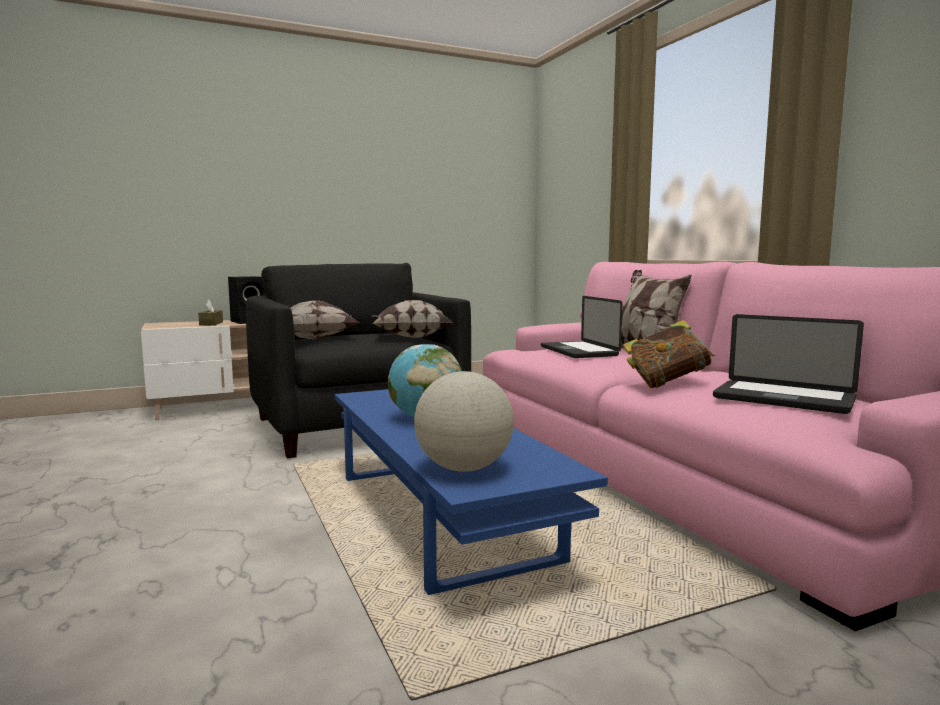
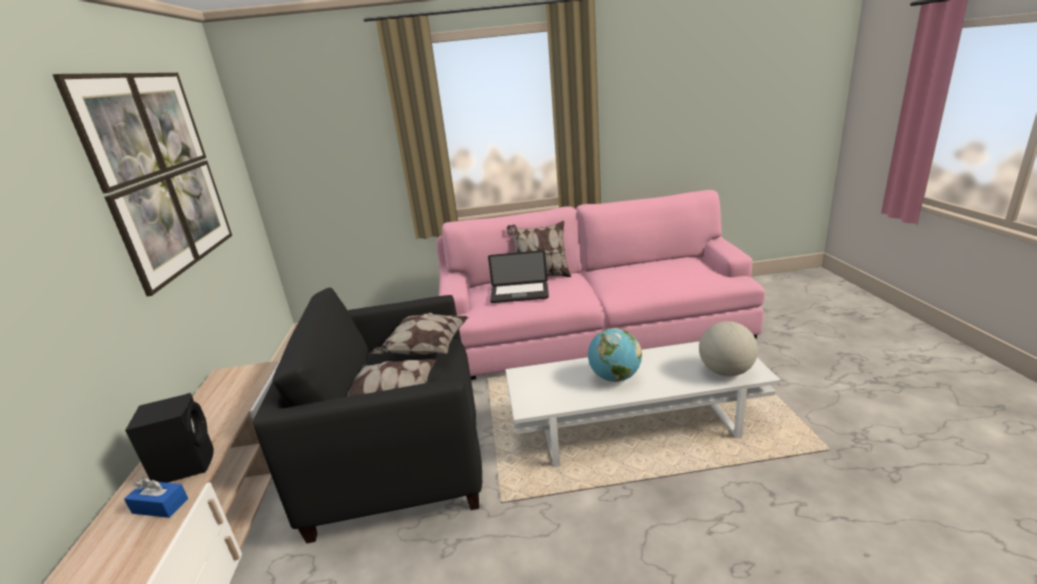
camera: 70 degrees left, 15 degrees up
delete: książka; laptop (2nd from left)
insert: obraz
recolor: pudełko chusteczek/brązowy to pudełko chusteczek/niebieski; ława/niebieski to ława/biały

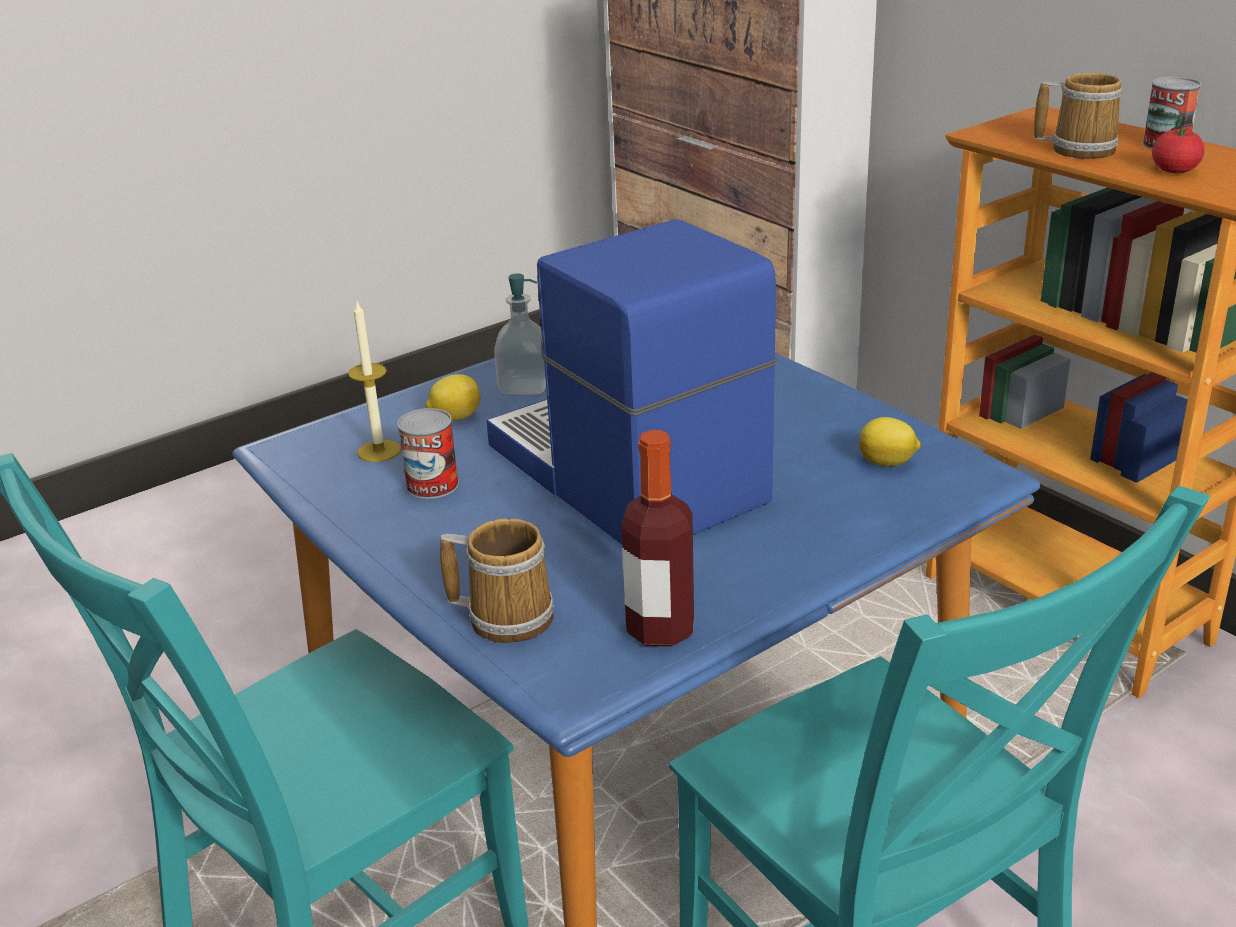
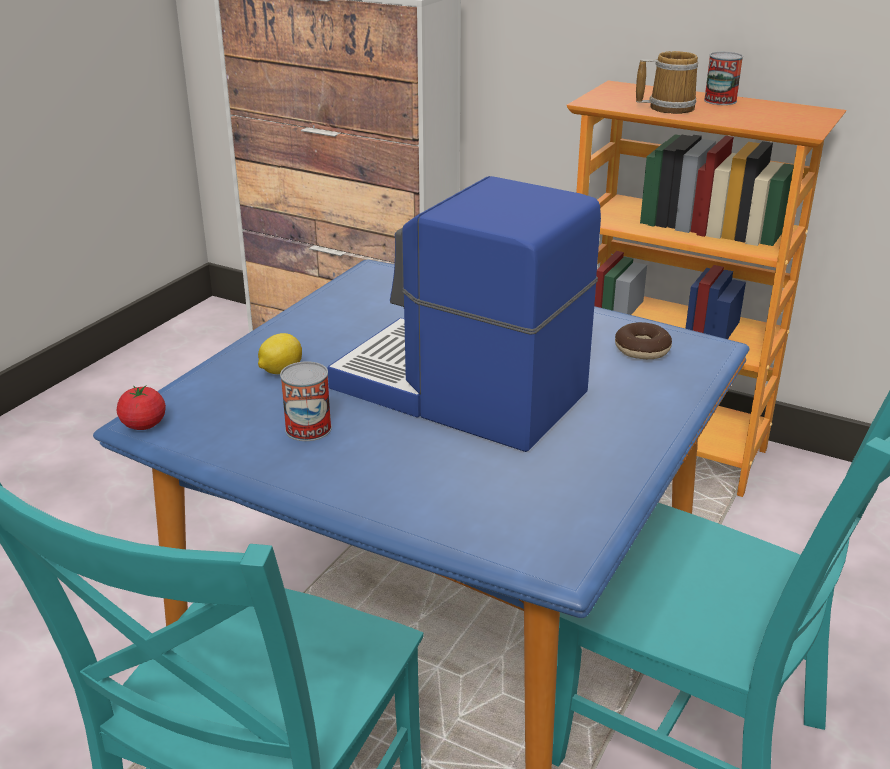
camera: 25 degrees left, 0 degrees up
delete: świeca; kubek (1st from left); dozownik mydła; butelka
move: pomidor
replace: cytryna (2nd from left) to donut

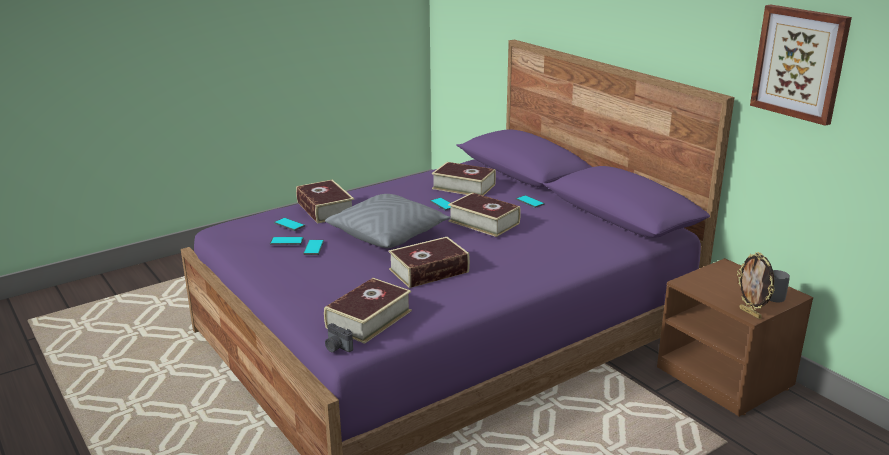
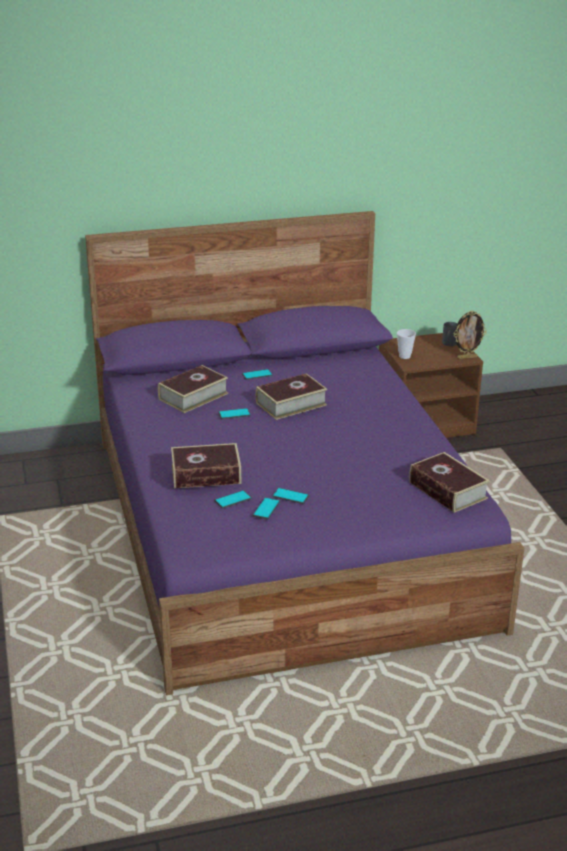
camera: 70 degrees left, 5 degrees up
delete: poduszka/szary; aparat fotograficzny; książka (3rd from left); obraz
insert: filiżanka

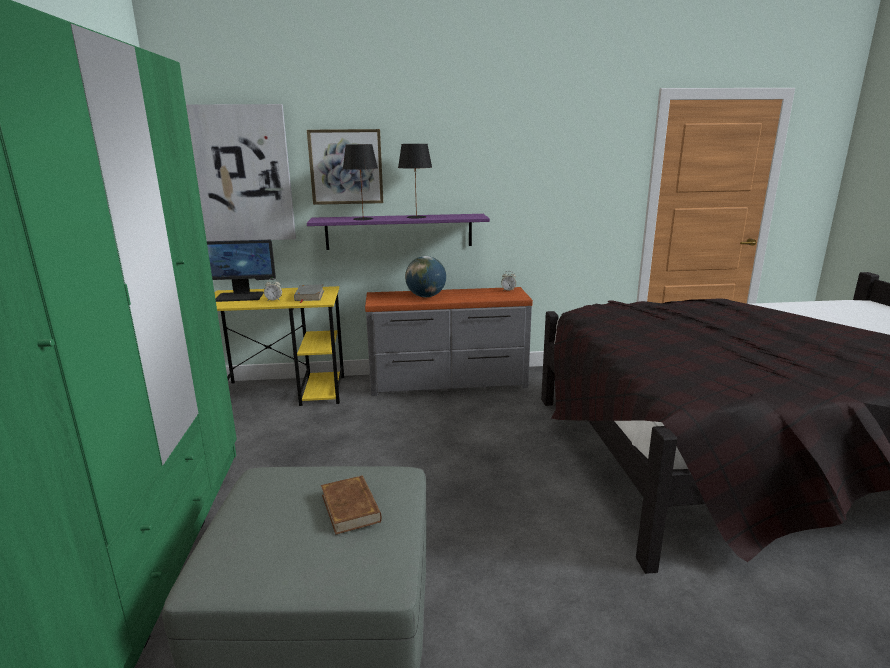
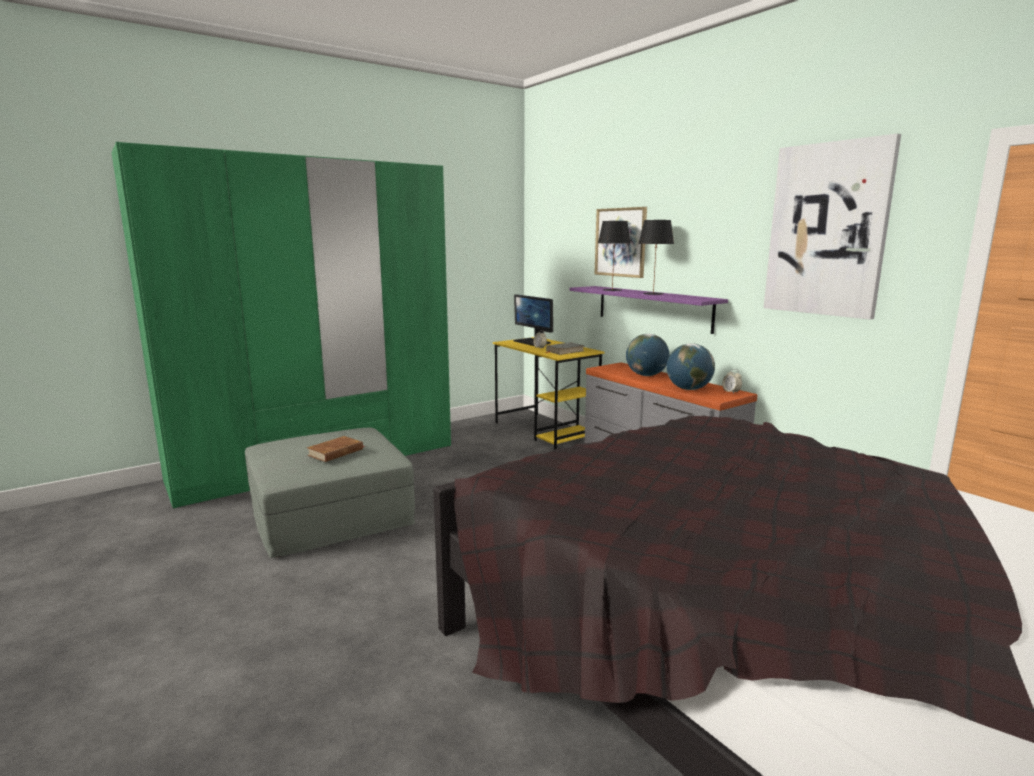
camera: 60 degrees right, 5 degrees down
insert: globus (2nd from left)
move: obraz (1st from left in the first image) to obraz (2nd from left)

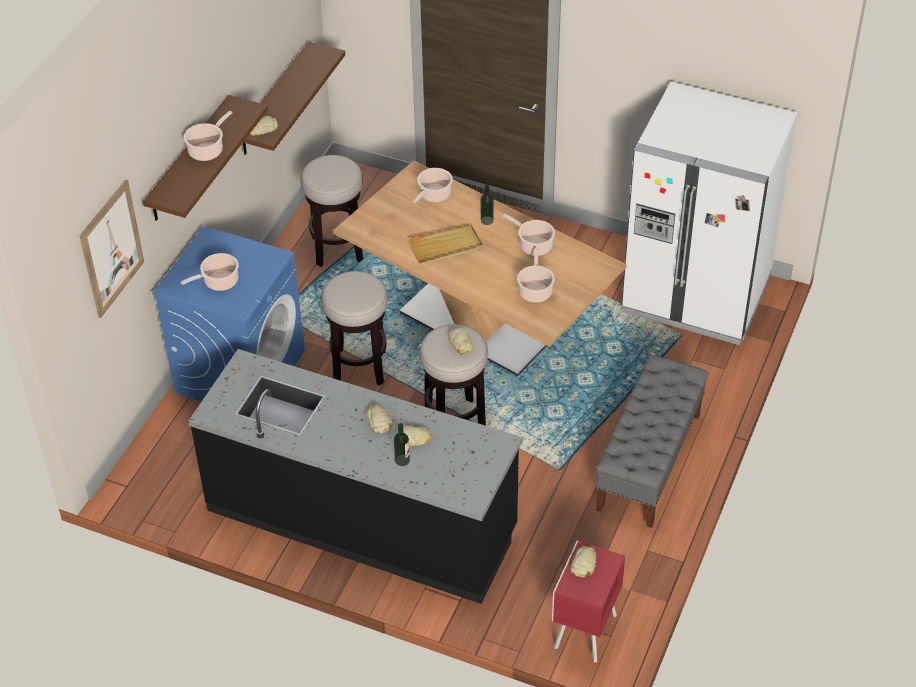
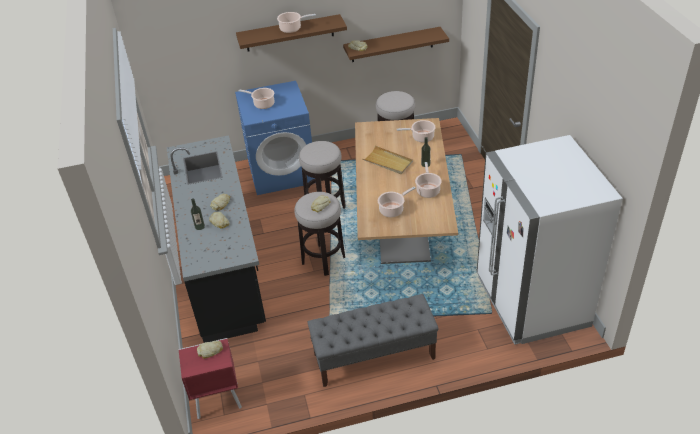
camera: 55 degrees right, 5 degrees down
delete: obraz

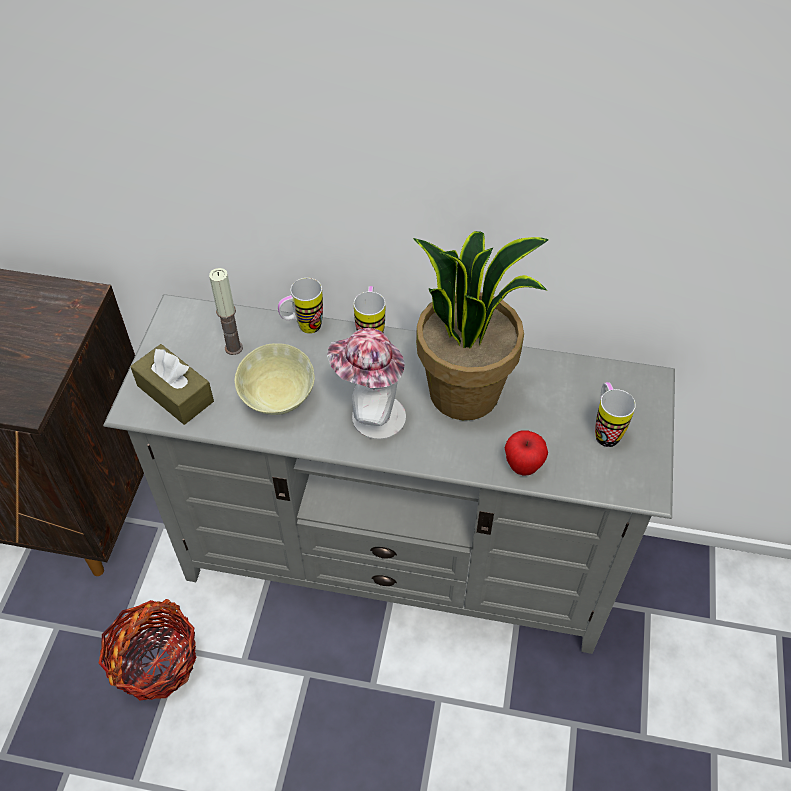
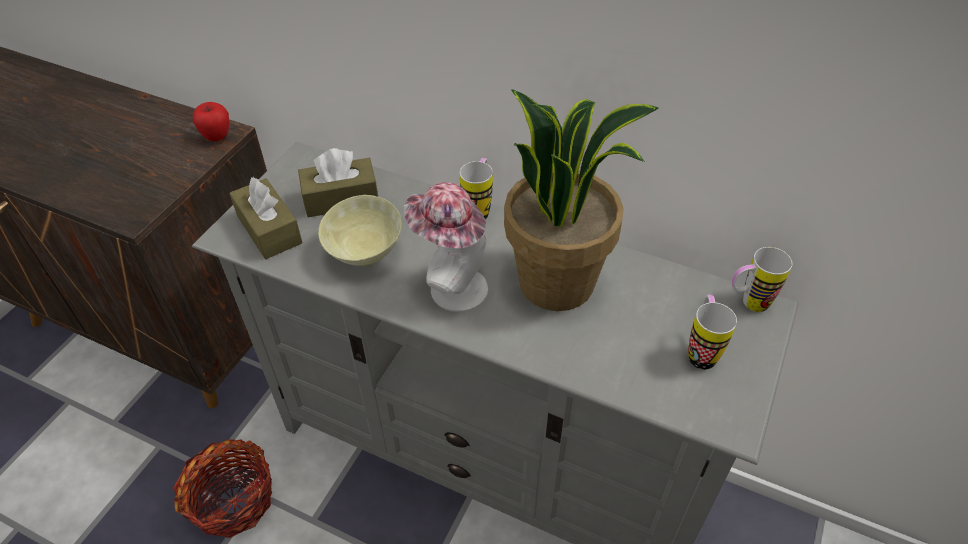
camera: 15 degrees right, 5 degrees down
move: kubek (1st from left in the first image) to kubek (3rd from left); jabłko
replace: świeca to pudełko chusteczek/brązowy (2nd from left)

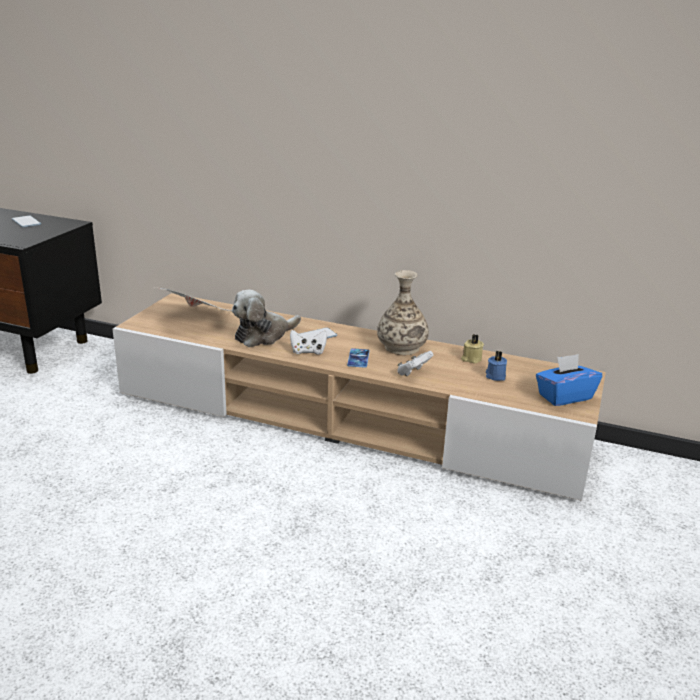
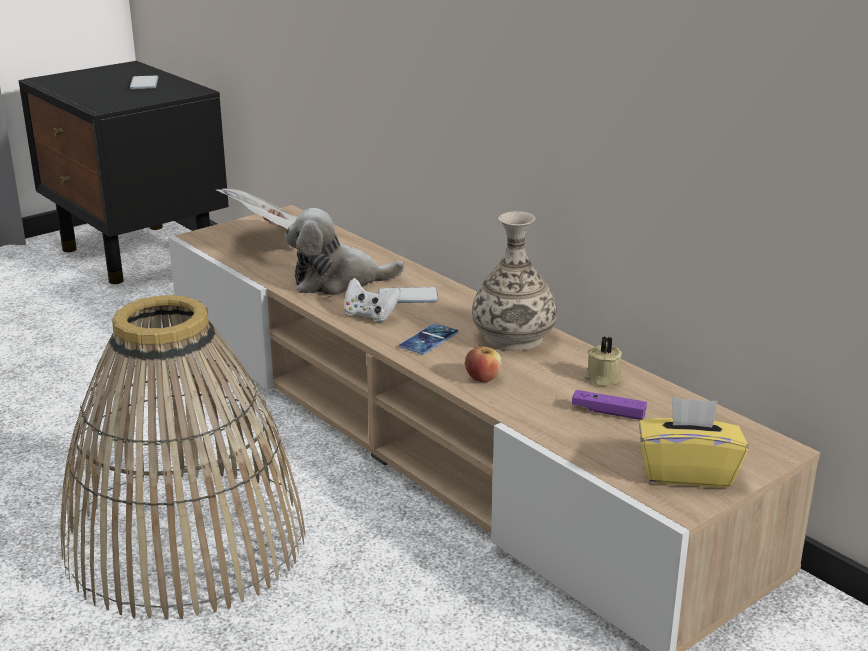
camera: 30 degrees right, 0 degrees up
insert: koszyk
replace: pad do gier/biały (2nd from left) to jabłko; świeca/niebieski to pad do gier/fioletowy
recolor: pudełko chusteczek/niebieski to pudełko chusteczek/żółty

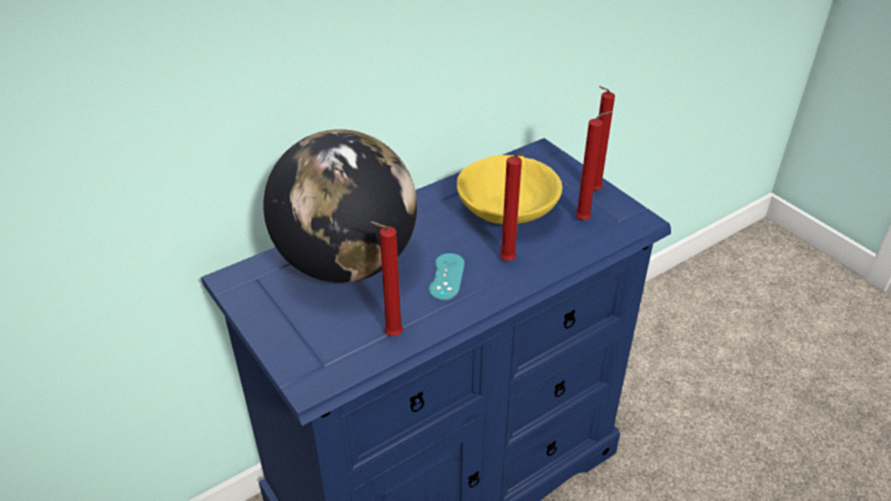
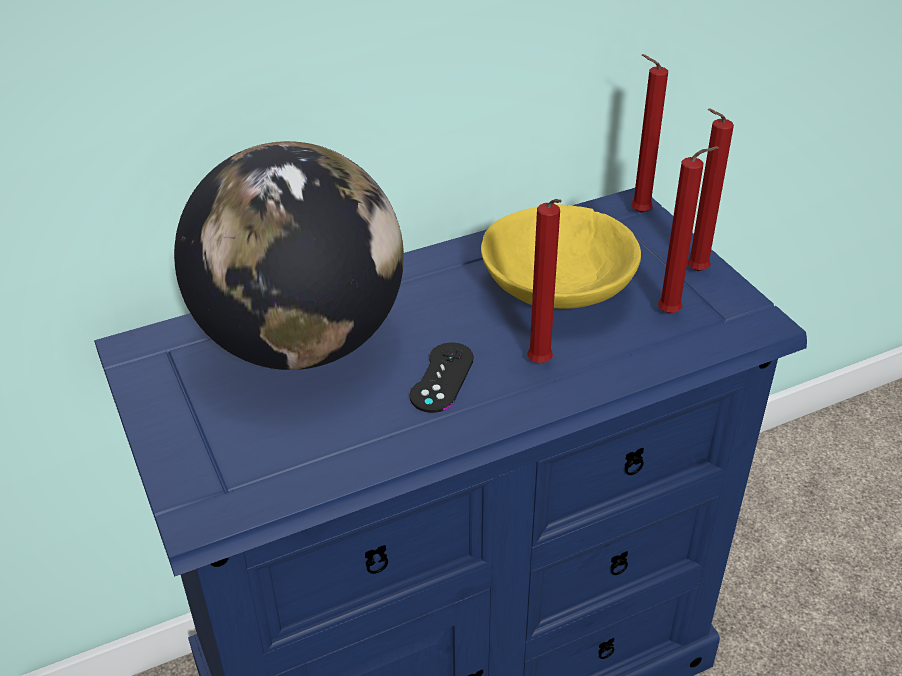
camera: 10 degrees right, 0 degrees up
move: świeca/czerwony (1st from left in the first image) to świeca/czerwony (2nd from left)
recolor: pad do gier/turkusowy to pad do gier/czarny

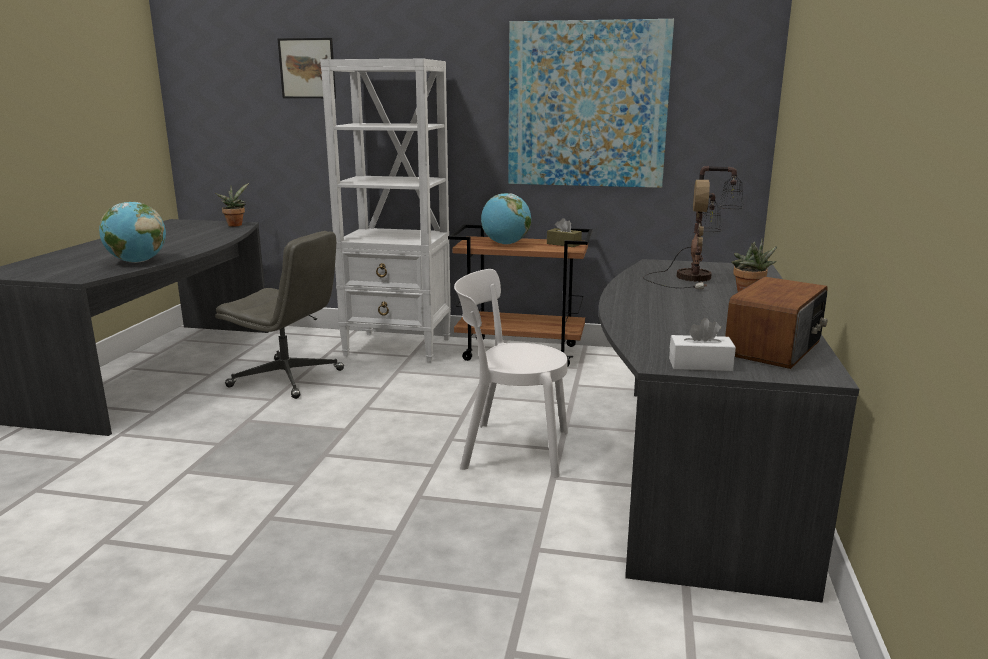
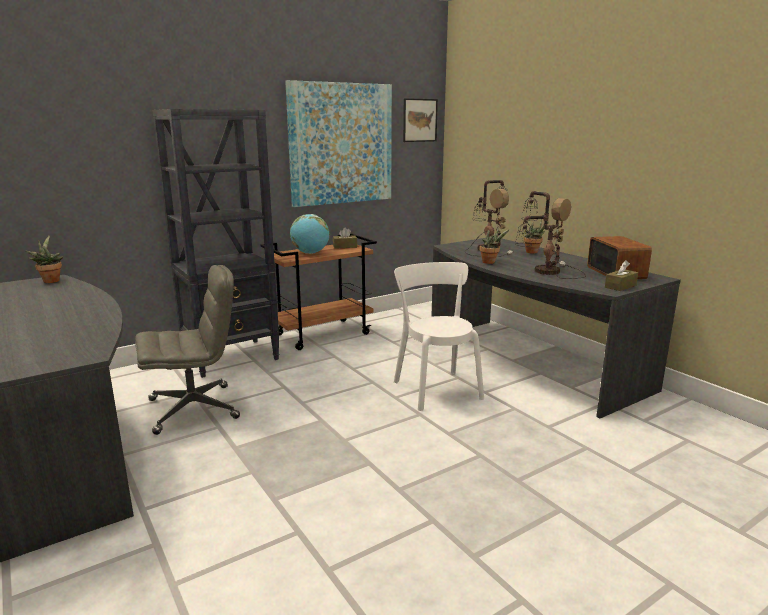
camera: 45 degrees left, 0 degrees up
delete: globus (1st from left)
insert: roślina doniczkowa (2nd from left); lampa stołowa (2nd from left)
move: obraz (1st from left in the first image) to obraz (2nd from left)
recolor: regał/biały to regał/czarny; pudełko chusteczek/biały to pudełko chusteczek/brązowy (2nd from left)
rotate: krzesło/biały 105 degrees clockwise

